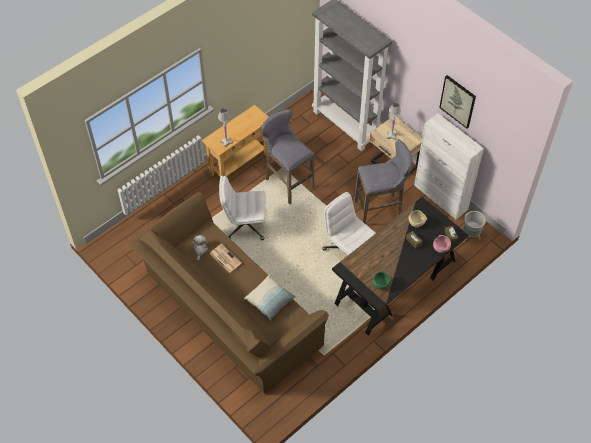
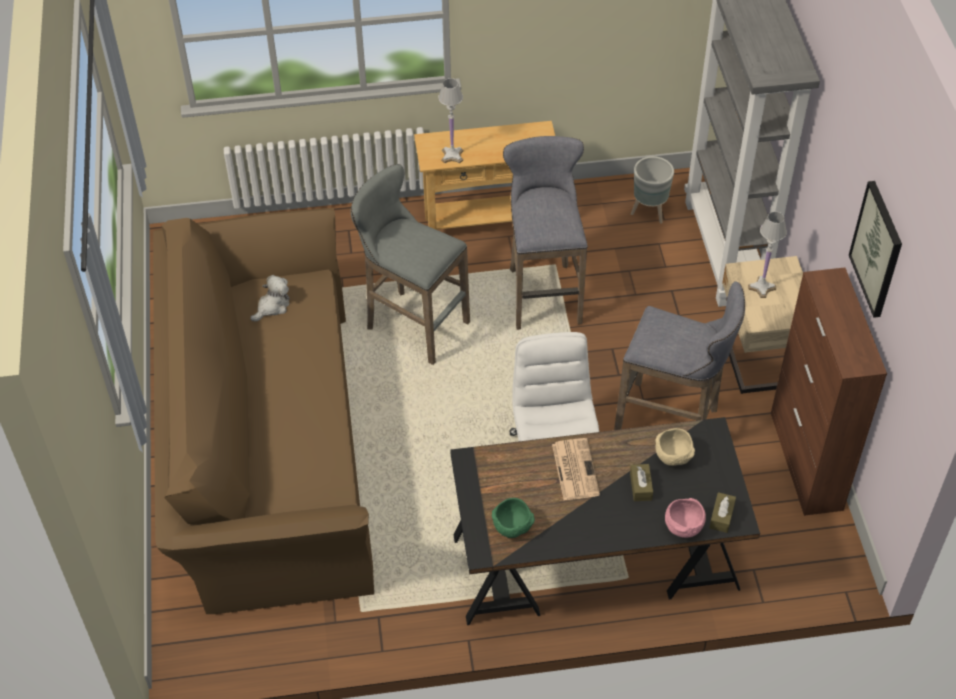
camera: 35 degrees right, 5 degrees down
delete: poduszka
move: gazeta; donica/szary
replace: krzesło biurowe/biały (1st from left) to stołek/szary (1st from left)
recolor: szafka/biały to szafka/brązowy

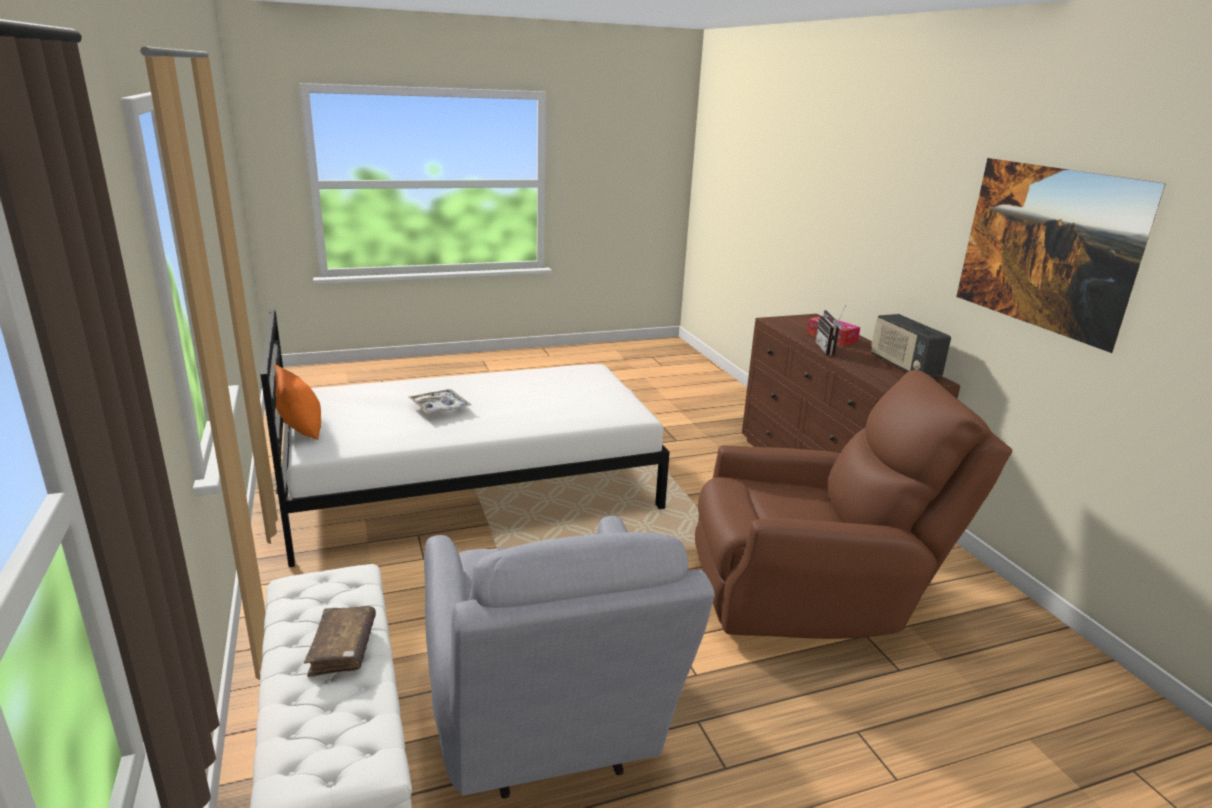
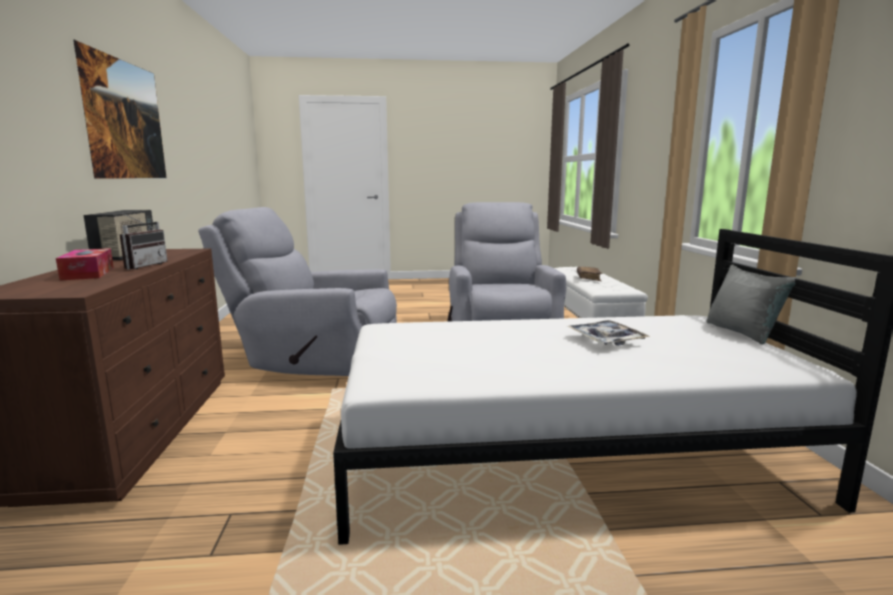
camera: 165 degrees left, 10 degrees down
recolor: poduszka/pomarańczowy to poduszka/szary; fotel/brązowy to fotel/szary (1st from left)

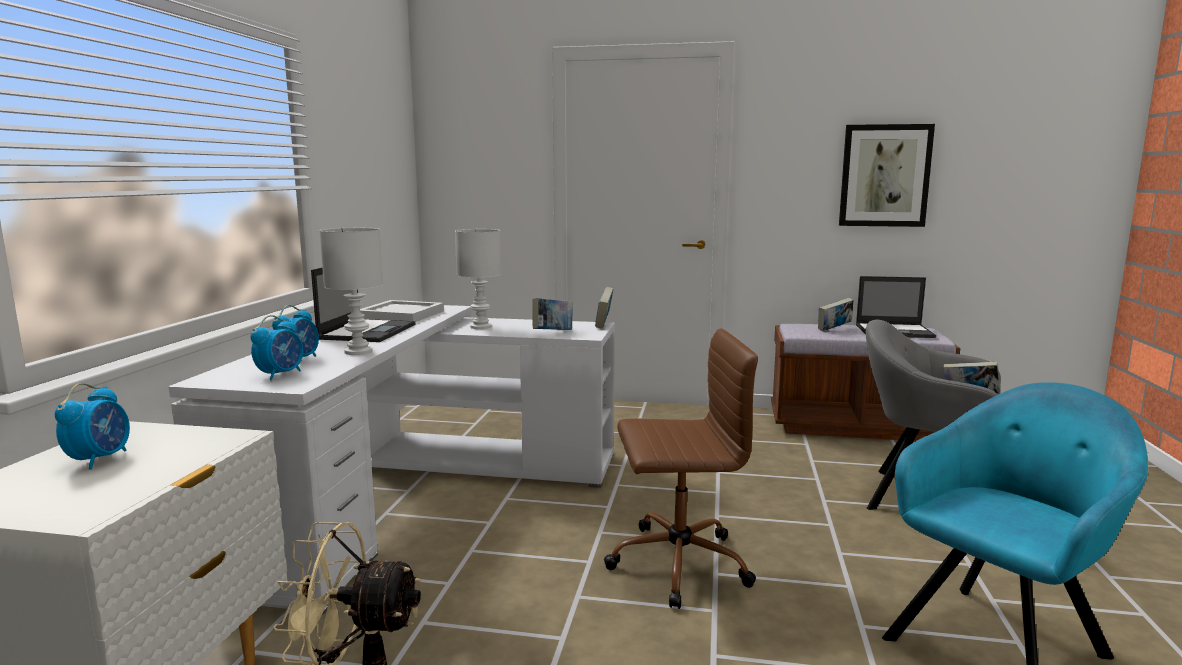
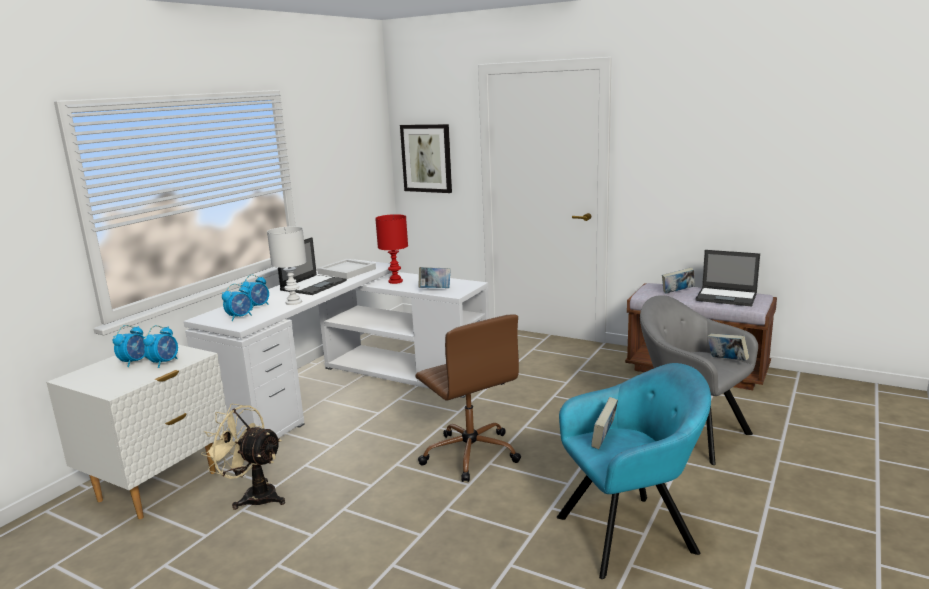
camera: 20 degrees right, 5 degrees up
insert: budzik (2nd from left)
move: książka (2nd from left); obraz
recolor: lampa stołowa/biały (2nd from left) to lampa stołowa/czerwony
rotate: krzesło biurowe/brązowy 45 degrees clockwise

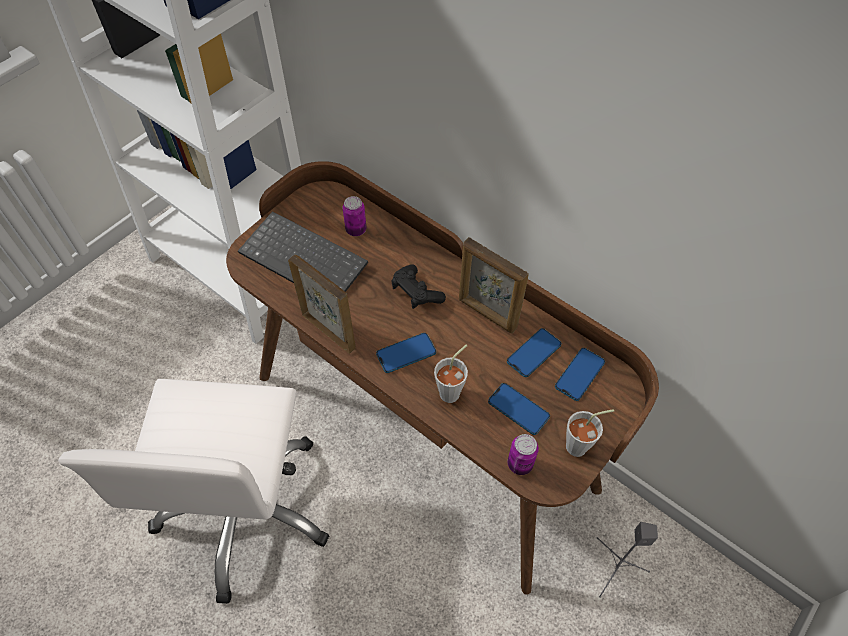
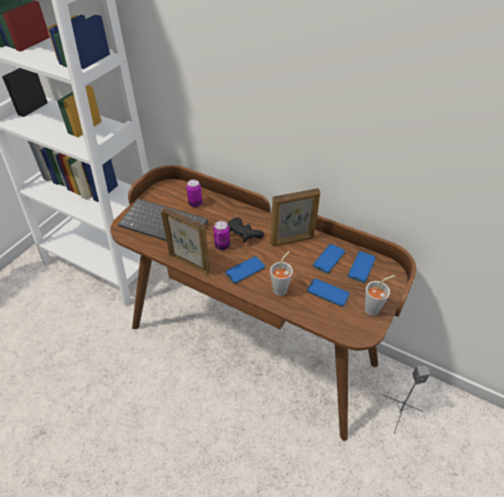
camera: 10 degrees left, 10 degrees down
delete: krzesło biurowe/biały
move: puszka (2nd from left)
rotate: ramka na zdjęcie (2nd from left) 45 degrees counterclockwise

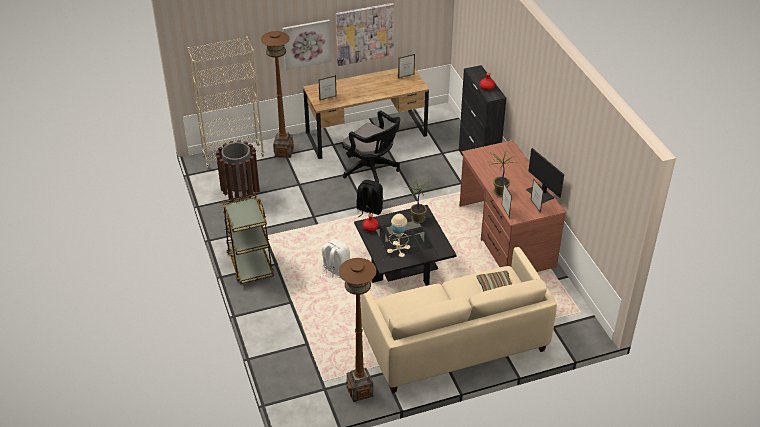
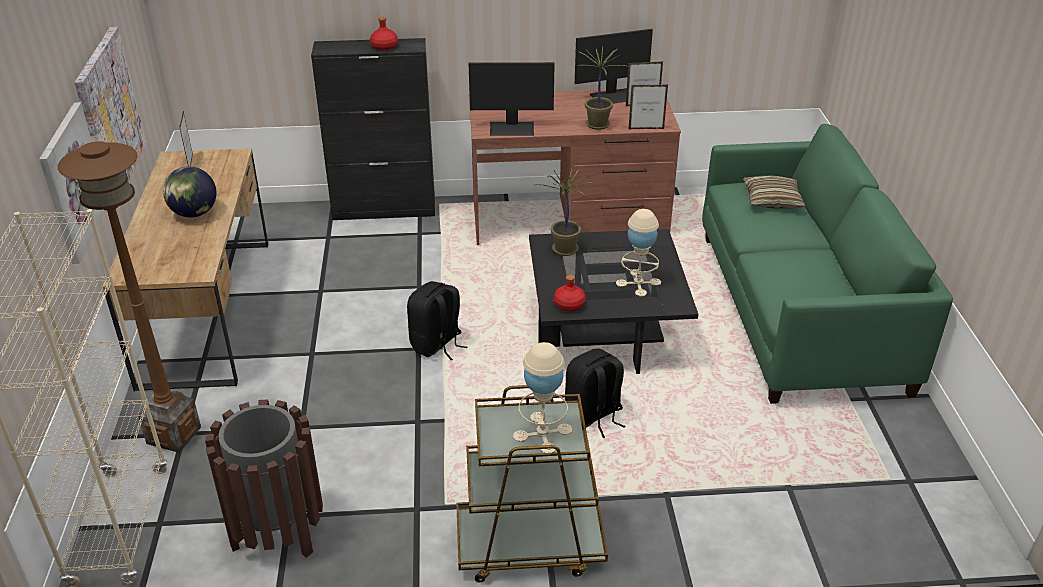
camera: 75 degrees left, 5 degrees down
delete: ramka na zdjęcie (1st from left); lampa stojąca/brązowy (2nd from left); krzesło biurowe/czarny
insert: globus; monitor (1st from left); lampa stołowa/beżowy (1st from left)
recolor: plecak/biały to plecak/czarny (2nd from left); kanapa/beżowy to kanapa/zielony

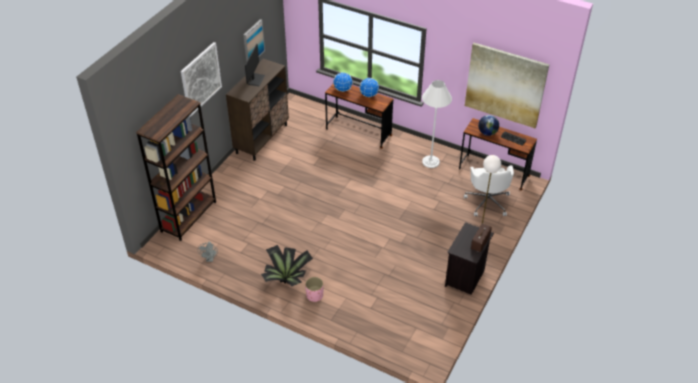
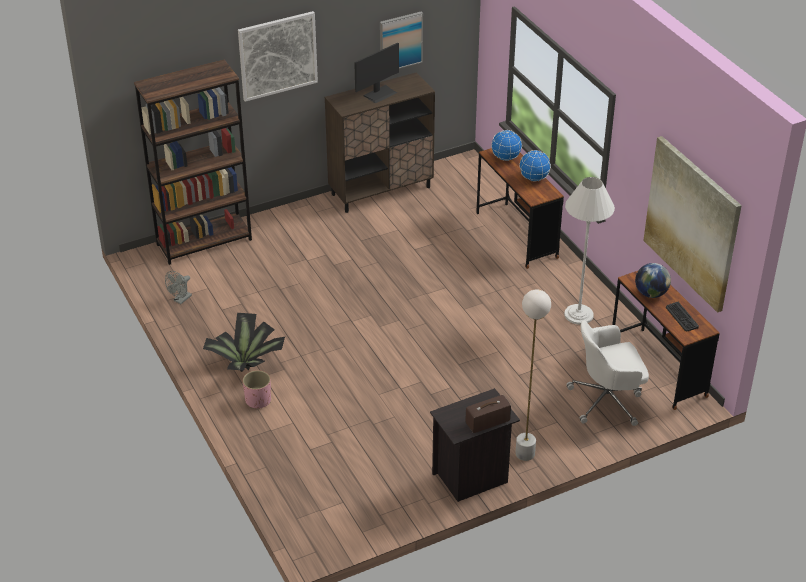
camera: 35 degrees right, 5 degrees down
rotate: krzesło biurowe/biały 45 degrees clockwise

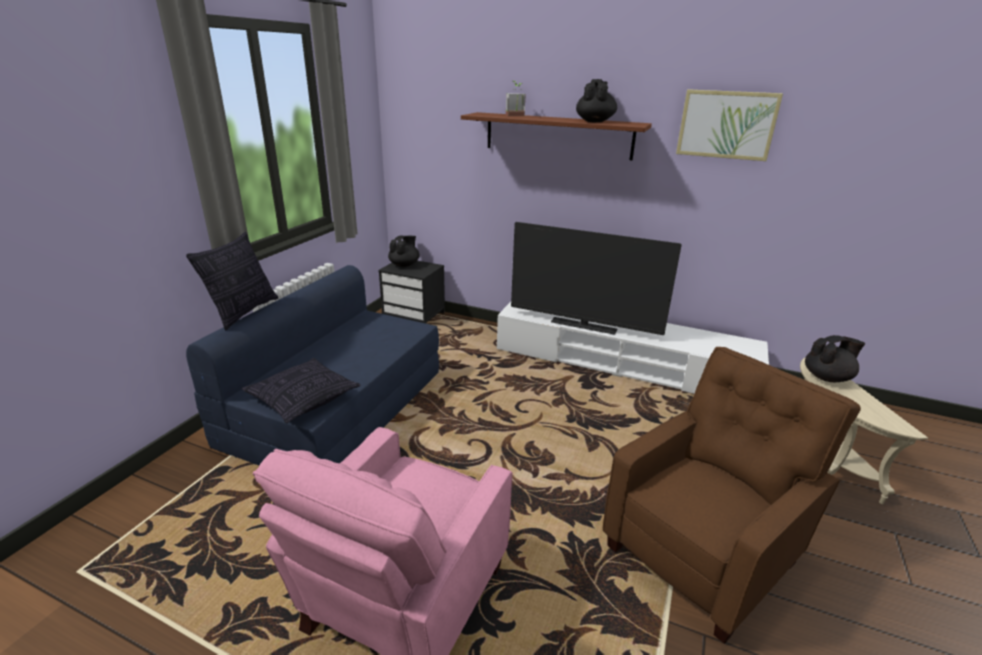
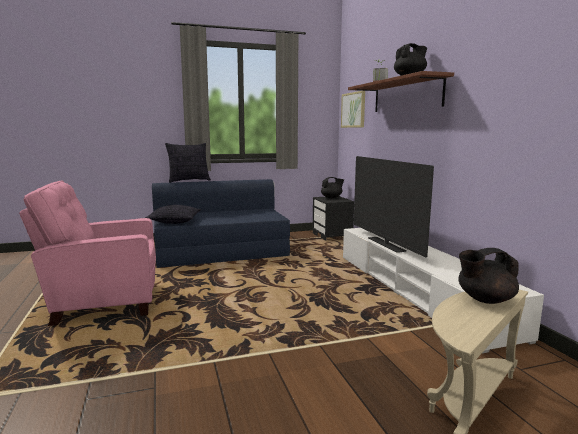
camera: 50 degrees right, 15 degrees down
delete: fotel/brązowy
move: obraz
rotate: imbryk/czarny (3rd from left) 135 degrees clockwise

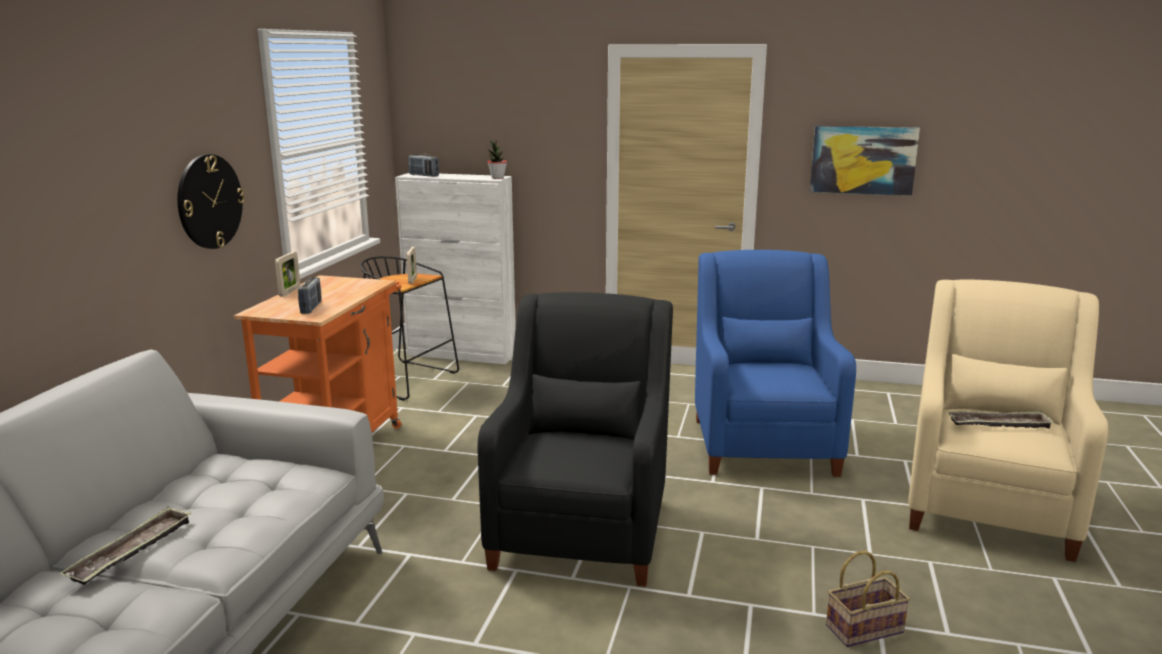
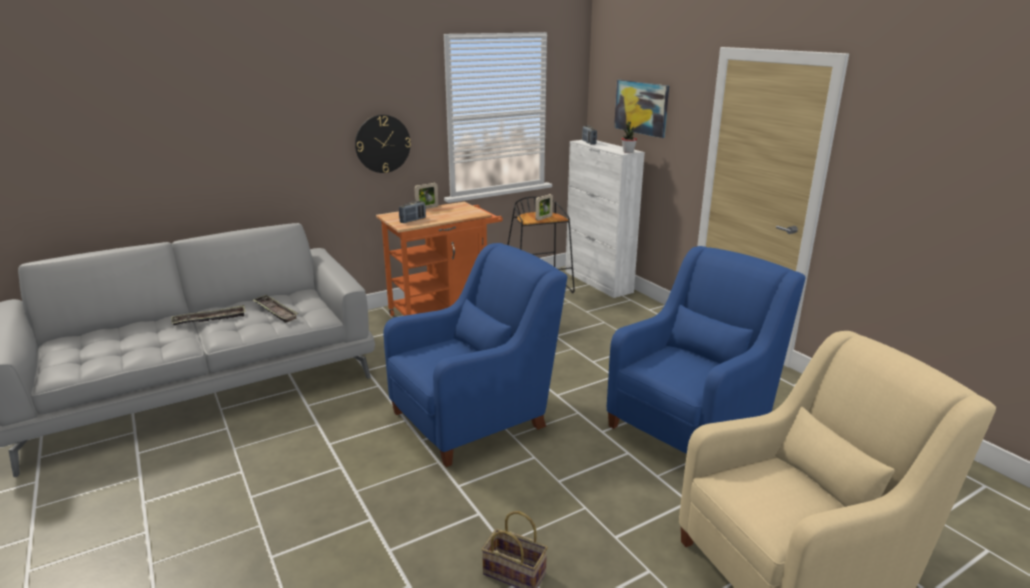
camera: 45 degrees right, 5 degrees up
move: obraz; taca (2nd from left)
recolor: fotel/czarny to fotel/niebieski (1st from left)

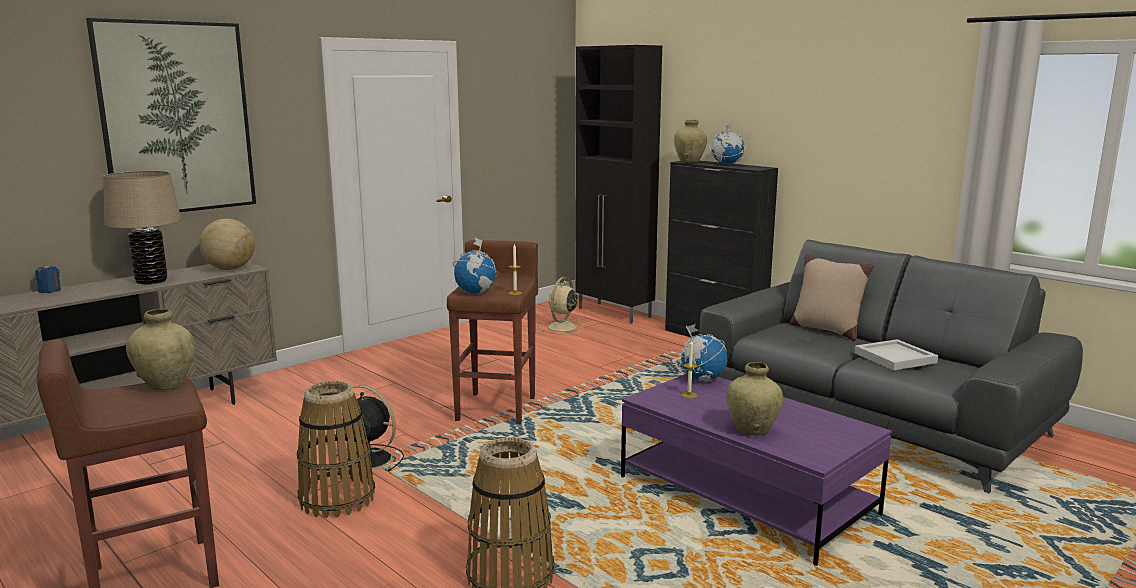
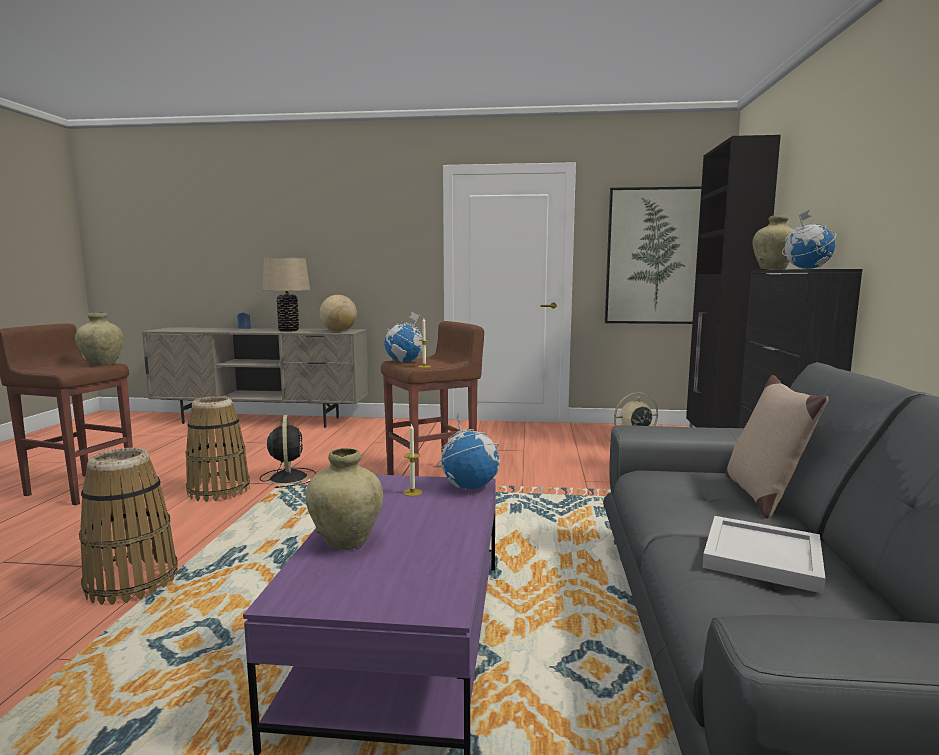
camera: 50 degrees right, 5 degrees down
move: obraz

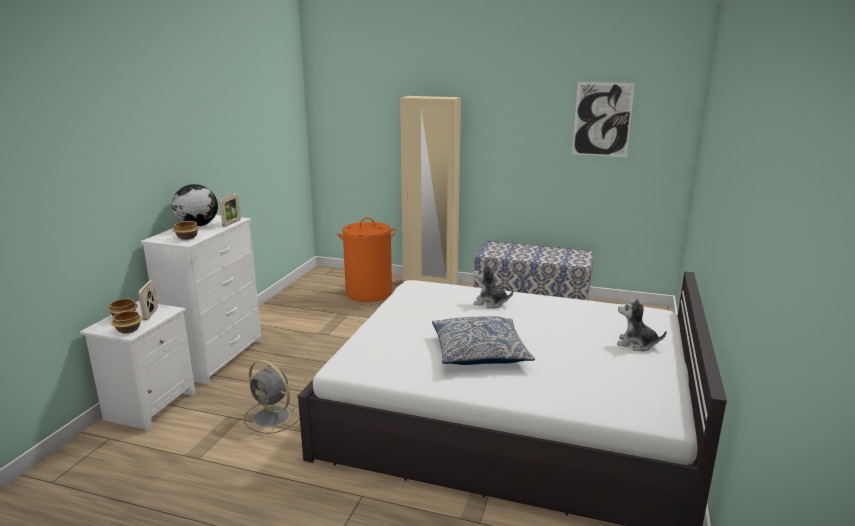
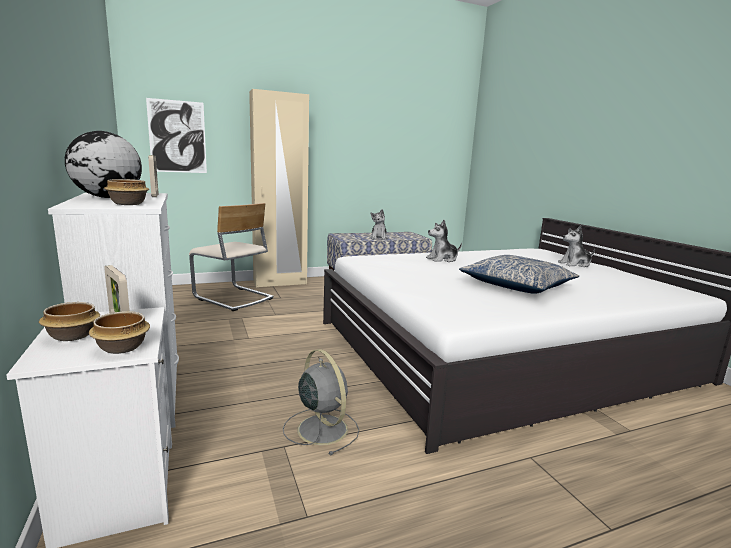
camera: 40 degrees left, 5 degrees down
insert: pluszak (1st from left)
move: obraz
replace: kosz na pranie/pomarańczowy to krzesło/beżowy
rotate: wentylator/szary 120 degrees counterclockwise

